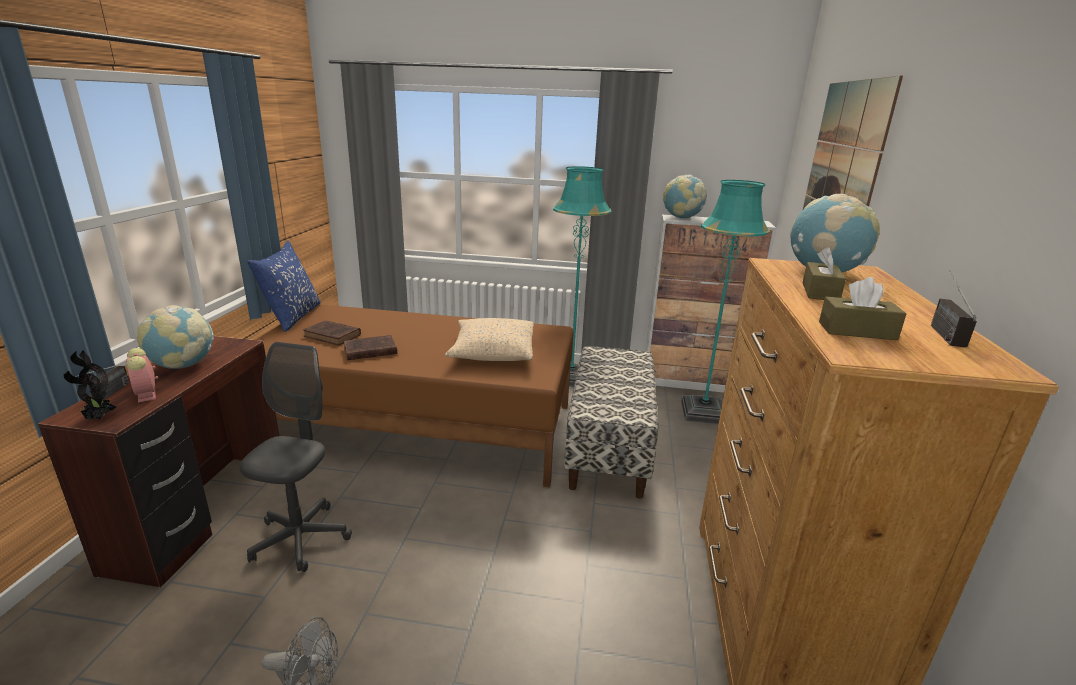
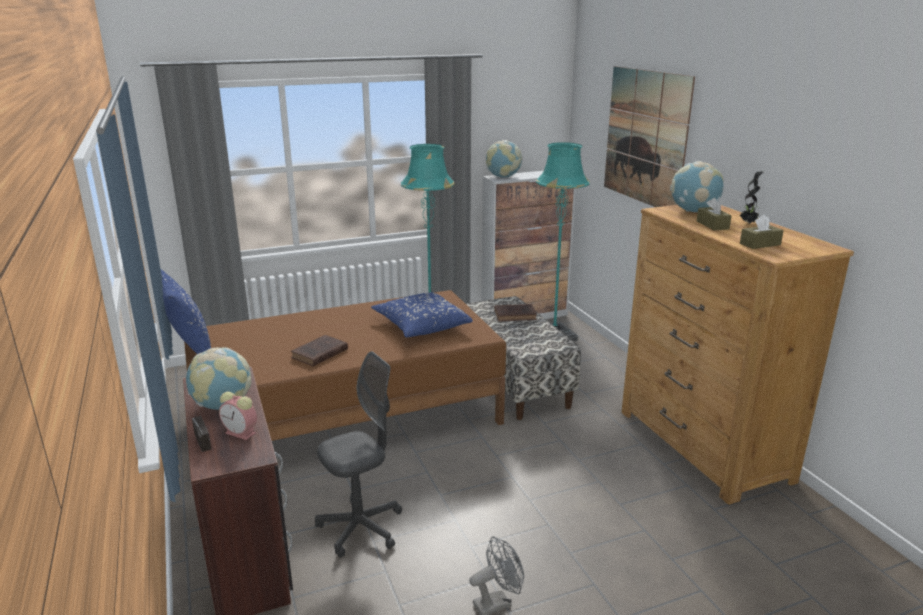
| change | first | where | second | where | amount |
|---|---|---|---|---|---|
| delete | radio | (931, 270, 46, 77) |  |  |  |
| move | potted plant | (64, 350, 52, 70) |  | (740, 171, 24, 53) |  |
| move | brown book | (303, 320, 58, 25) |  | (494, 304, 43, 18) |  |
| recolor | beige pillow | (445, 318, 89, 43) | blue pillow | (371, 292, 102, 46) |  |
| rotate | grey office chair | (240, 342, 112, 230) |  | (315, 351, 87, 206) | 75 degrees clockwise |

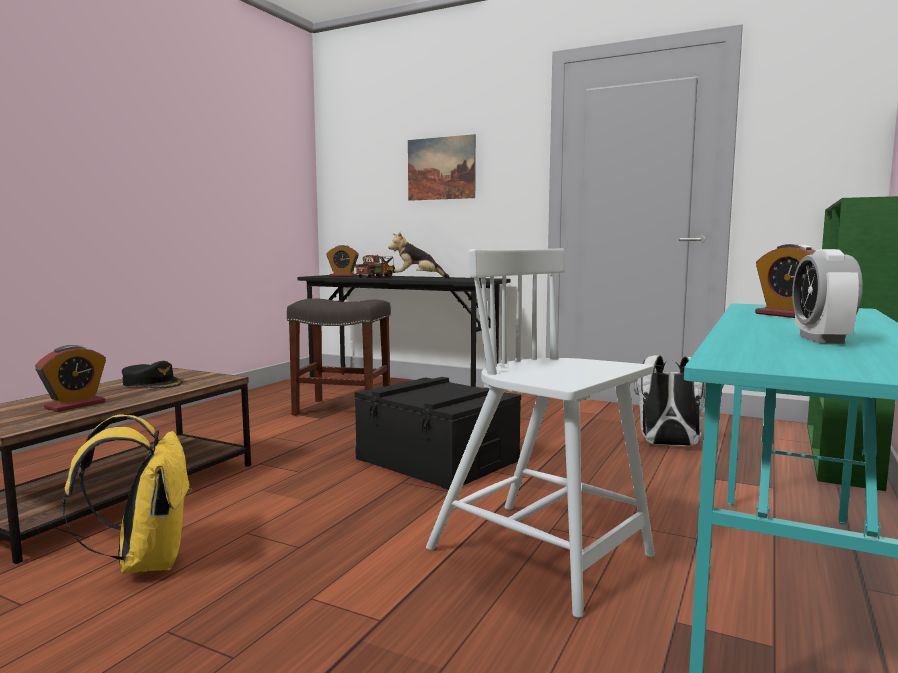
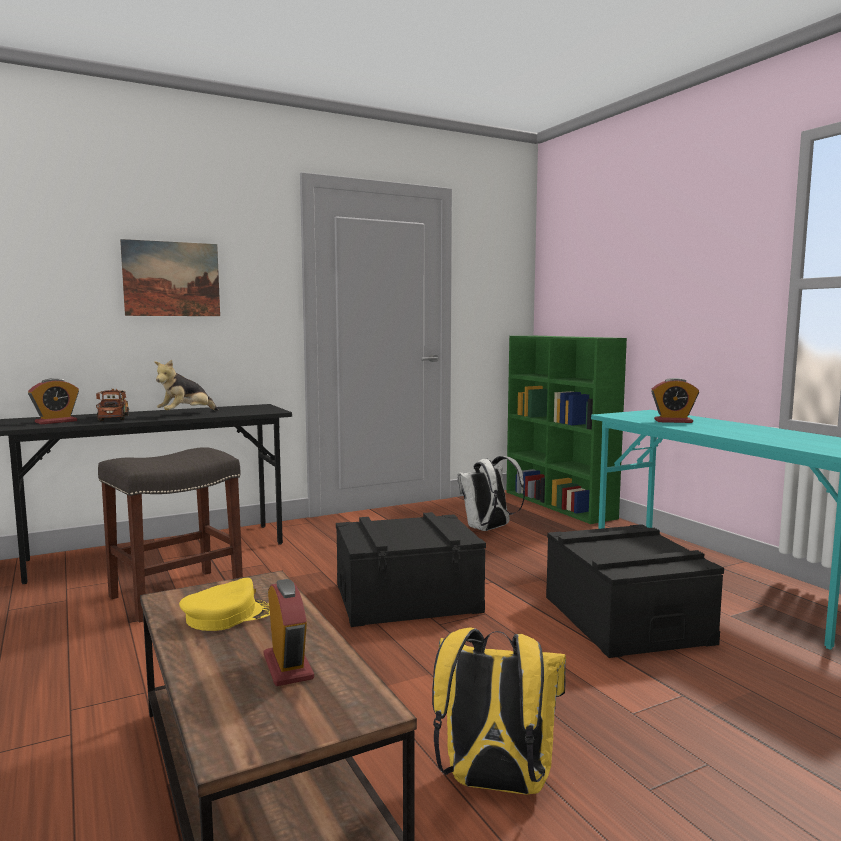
| change | first | where | second | where | amount |
|---|---|---|---|---|---|
| delete | alarm clock | (792, 249, 71, 95) |  |  |  |
| replace | white chair | (426, 249, 229, 369) | black storage box | (546, 524, 178, 134) |  |
| recolor | black cap | (122, 361, 61, 27) | yellow cap | (179, 578, 91, 53) |  |

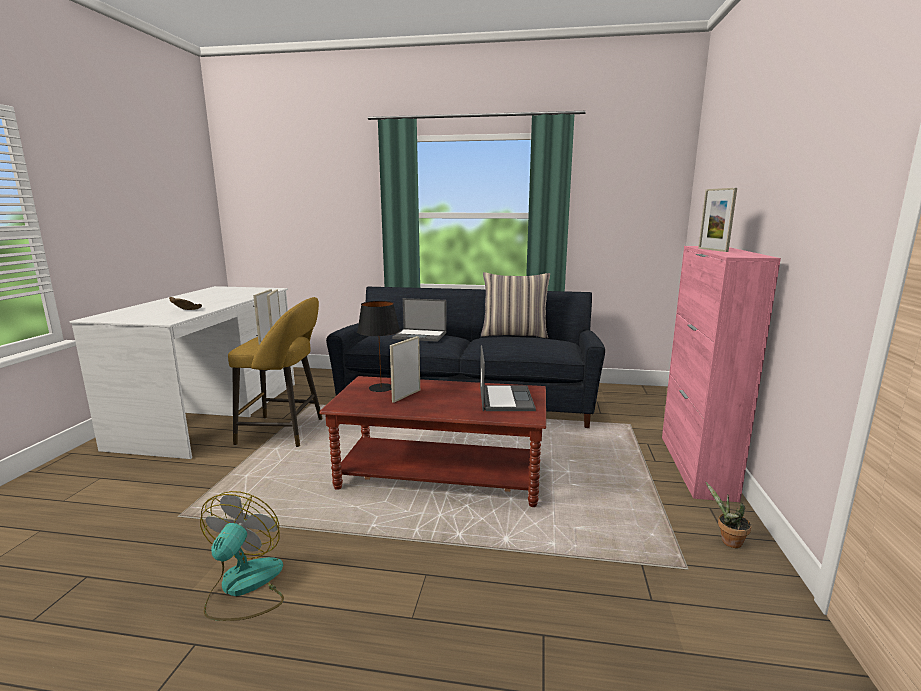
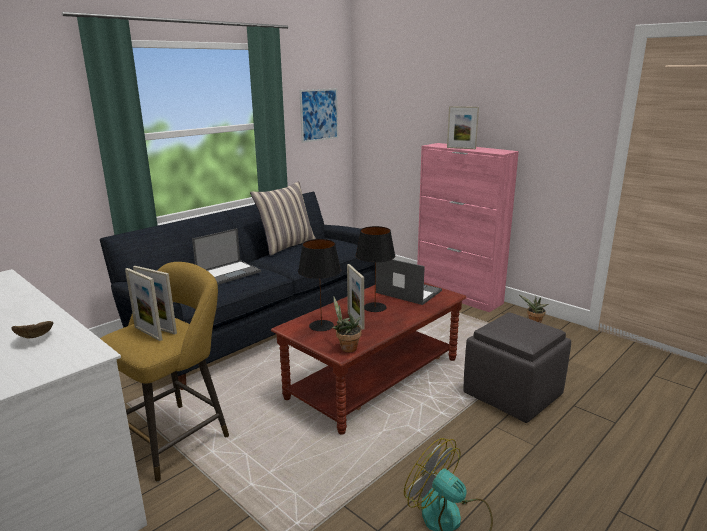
| change | first | where | second | where | amount |
|---|---|---|---|---|---|
| insert |  |  | picture | (299, 88, 39, 55) |  |
| insert |  |  | potted plant | (332, 296, 30, 56) |  |
| insert |  |  | black table lamp | (355, 226, 40, 86) |  |
| insert |  |  | grey ottoman | (463, 312, 108, 111) |  |

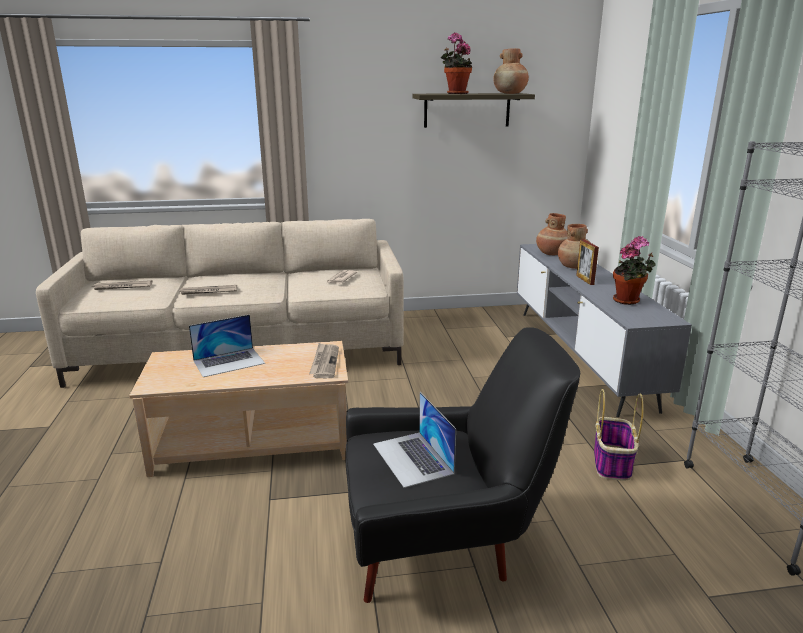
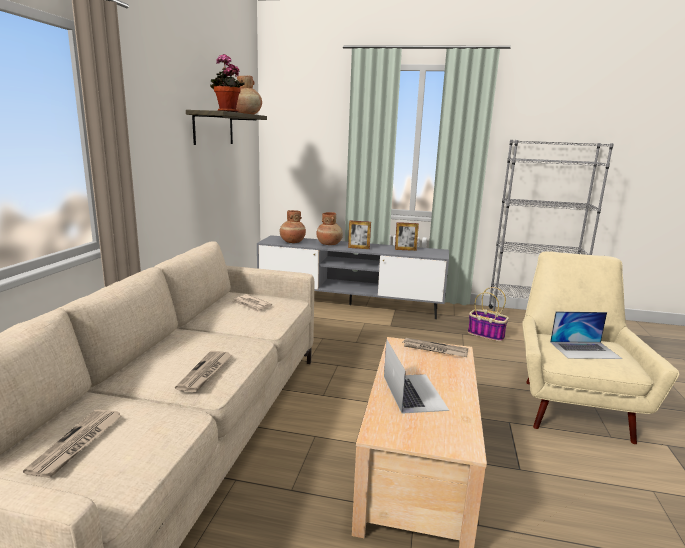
| change | first | where | second | where | amount |
|---|---|---|---|---|---|
| replace | potted plant | (613, 236, 43, 69) | picture frame | (395, 222, 24, 29) |  |
| recolor | black armchair | (345, 327, 235, 276) | beige armchair | (522, 251, 158, 193) |  |

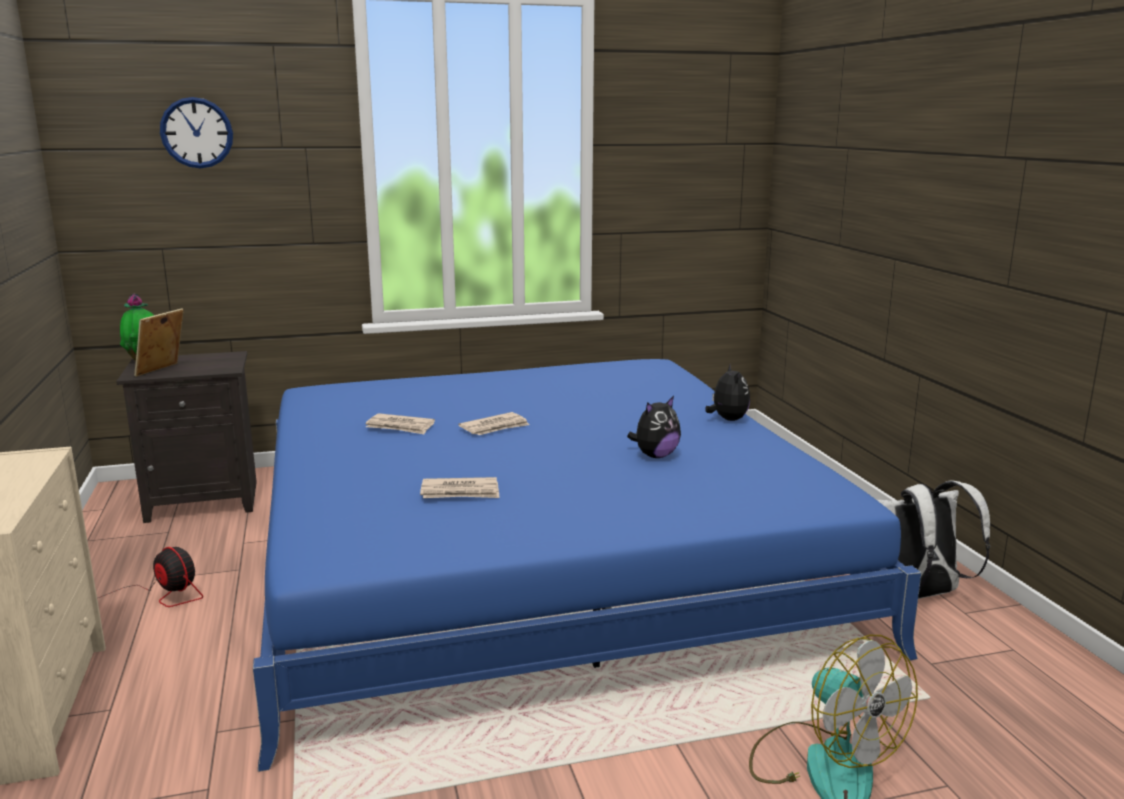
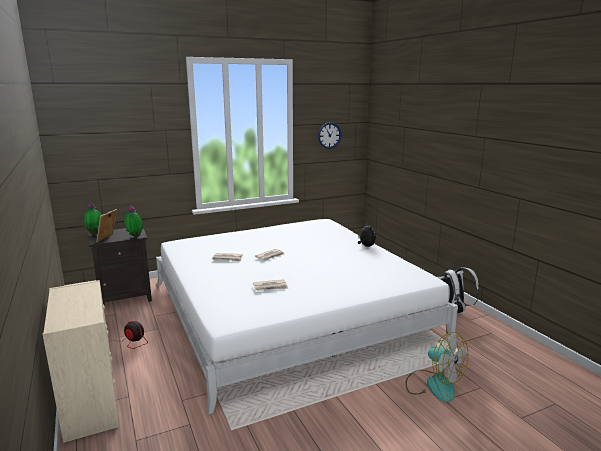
| change | first | where | second | where | amount |
|---|---|---|---|---|---|
| delete | plush toy | (627, 396, 54, 62) |  |  |  |
| insert |  |  | potted plant | (124, 206, 19, 31) |  |
| move | wall clock | (160, 97, 73, 71) |  | (318, 122, 23, 27) |  |
| recolor | blue bed | (253, 359, 668, 413) | white bed | (156, 219, 302, 196) |  |

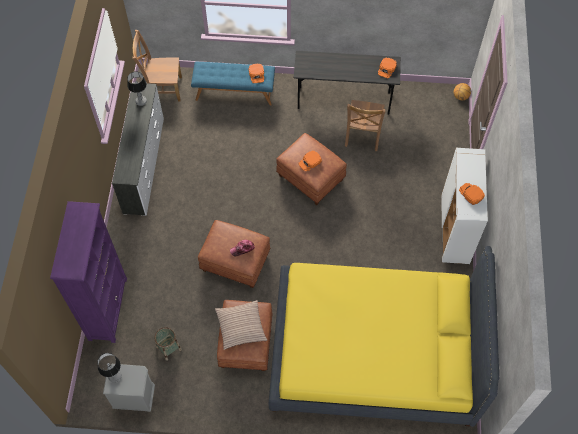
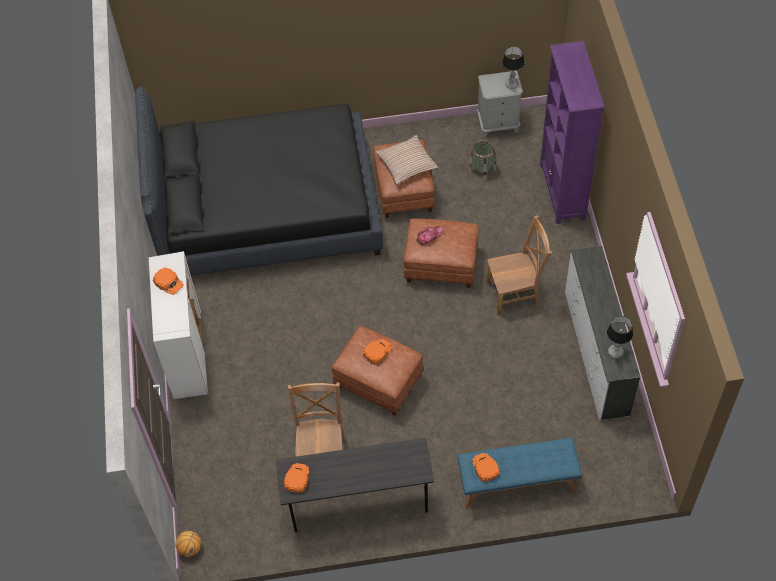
| change | first | where | second | where | amount |
|---|---|---|---|---|---|
| move | brown chair | (132, 30, 50, 71) |  | (487, 215, 65, 100) |  |
| recolor | yellow bed | (269, 246, 230, 181) | black bed | (135, 86, 248, 190) |  |

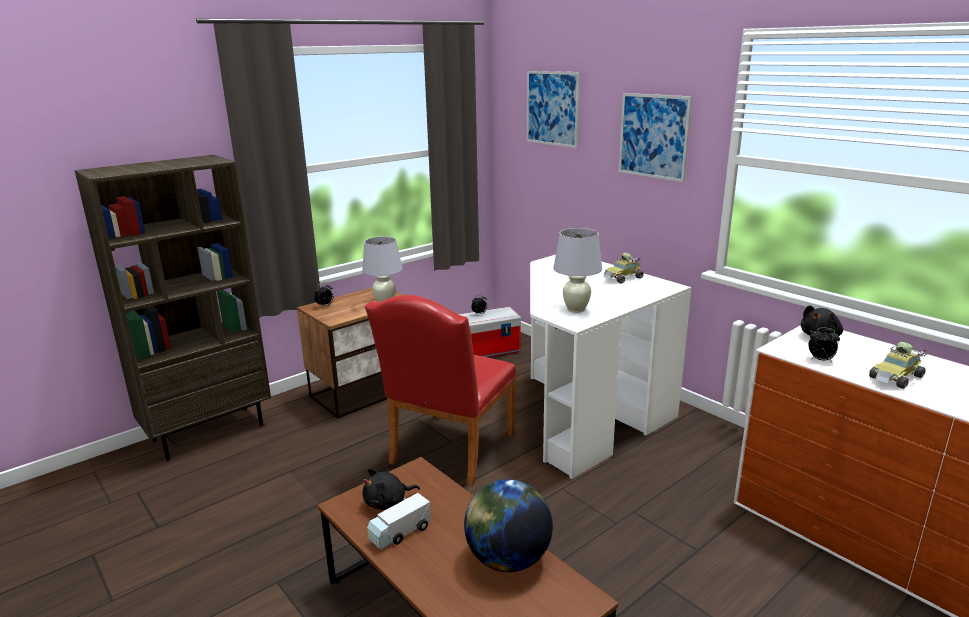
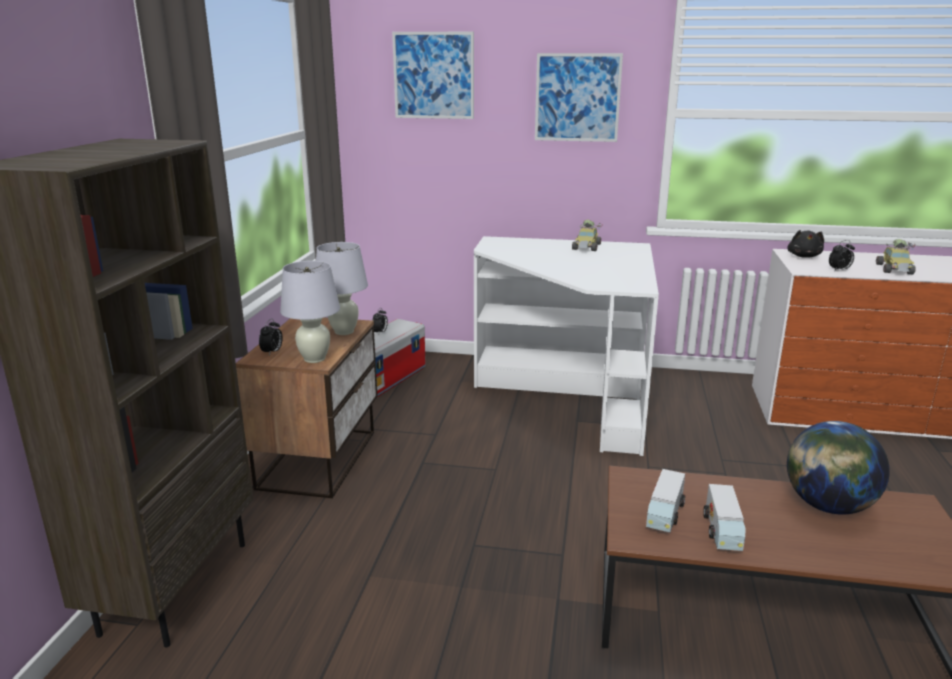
| change | first | where | second | where | amount |
|---|---|---|---|---|---|
| delete | red chair | (365, 295, 152, 192) |  |  |  |
| move | white table lamp | (553, 228, 49, 85) |  | (280, 261, 60, 102) |  |
| replace | black plush toy | (363, 468, 57, 42) | toy truck | (646, 469, 39, 64) |  |

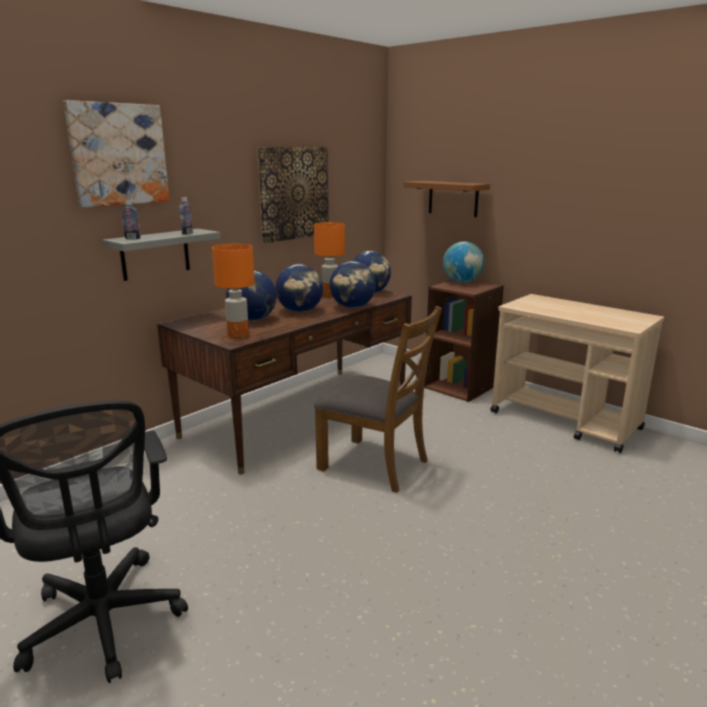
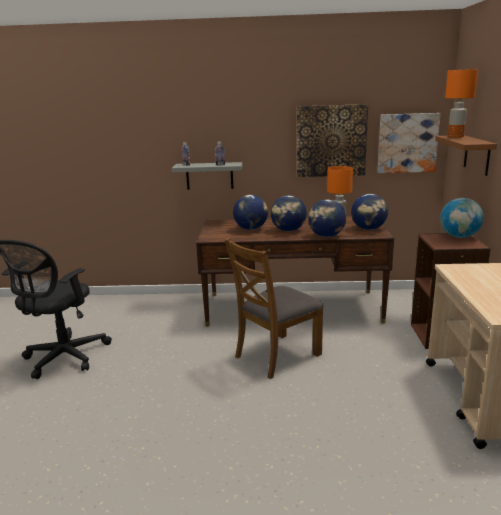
| change | first | where | second | where | amount |
|---|---|---|---|---|---|
| move | picture | (63, 100, 107, 107) |  | (377, 113, 64, 60) |  |
| move | orange table lamp | (212, 244, 43, 94) |  | (445, 69, 33, 69) |  |
| rotate | brown chair | (314, 306, 128, 187) |  | (225, 238, 99, 141) | 60 degrees clockwise |

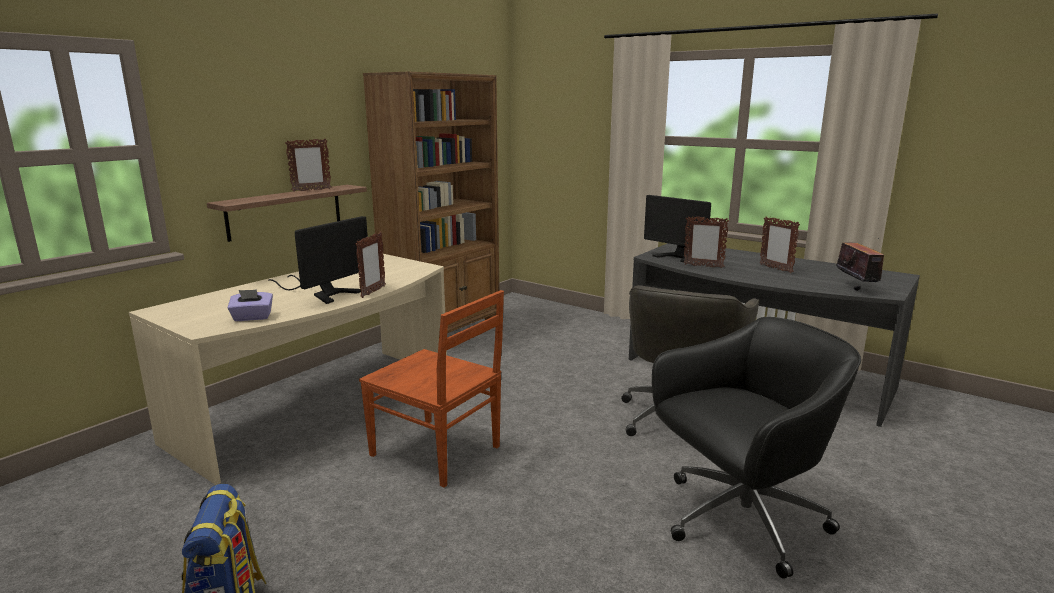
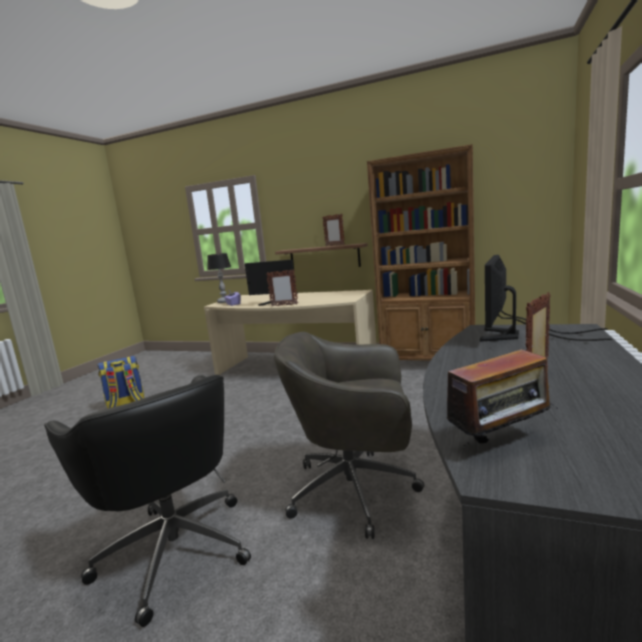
| change | first | where | second | where | amount |
|---|---|---|---|---|---|
| delete | brown chair | (359, 290, 145, 198) |  |  |  |
| delete | picture frame | (683, 216, 46, 52) |  |  |  |
| insert |  |  | table lamp | (207, 253, 24, 50) |  |

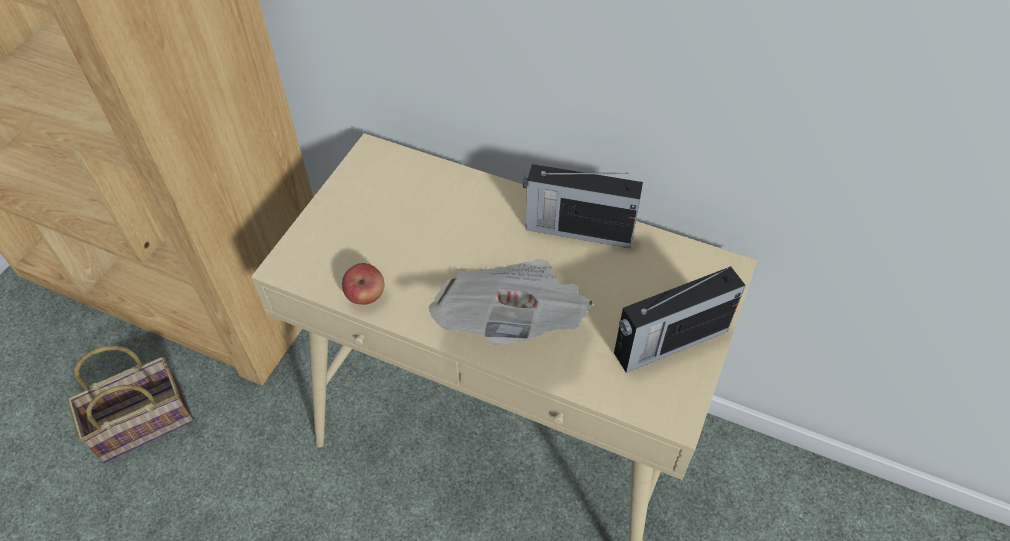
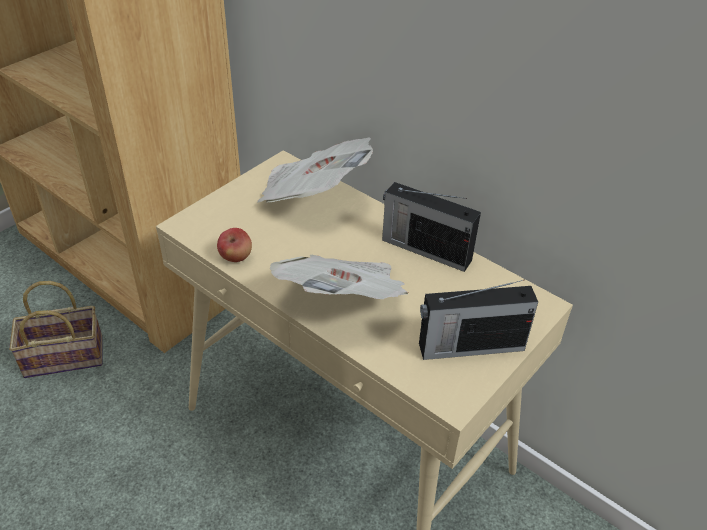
| change | first | where | second | where | amount |
|---|---|---|---|---|---|
| insert |  |  | newspaper | (258, 138, 115, 65) |  |

